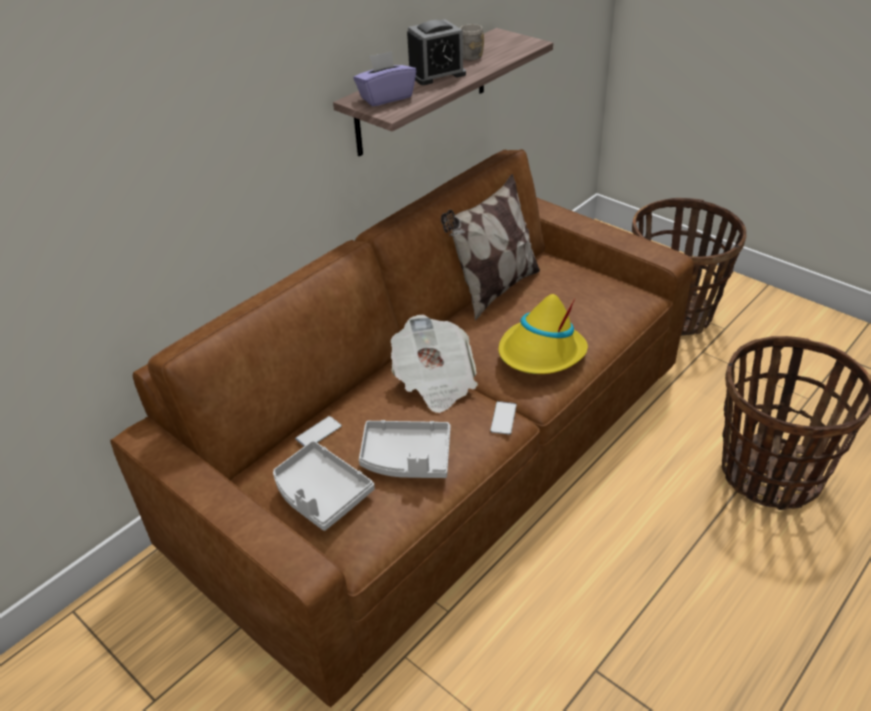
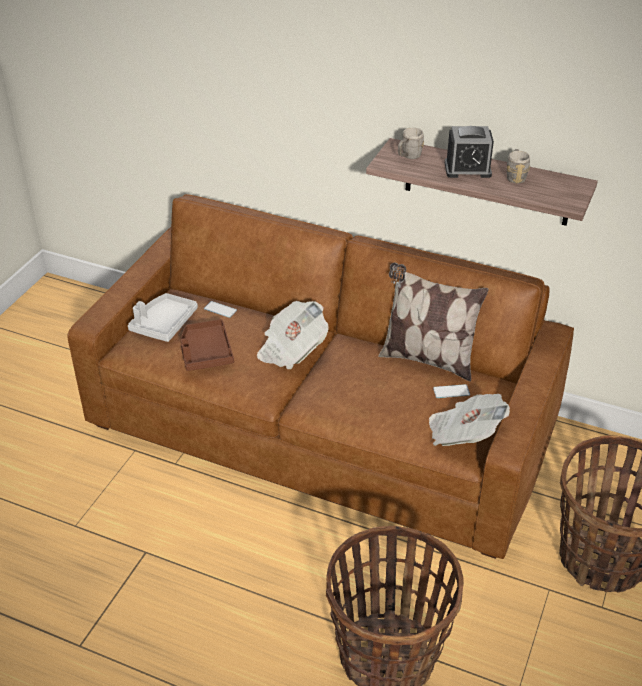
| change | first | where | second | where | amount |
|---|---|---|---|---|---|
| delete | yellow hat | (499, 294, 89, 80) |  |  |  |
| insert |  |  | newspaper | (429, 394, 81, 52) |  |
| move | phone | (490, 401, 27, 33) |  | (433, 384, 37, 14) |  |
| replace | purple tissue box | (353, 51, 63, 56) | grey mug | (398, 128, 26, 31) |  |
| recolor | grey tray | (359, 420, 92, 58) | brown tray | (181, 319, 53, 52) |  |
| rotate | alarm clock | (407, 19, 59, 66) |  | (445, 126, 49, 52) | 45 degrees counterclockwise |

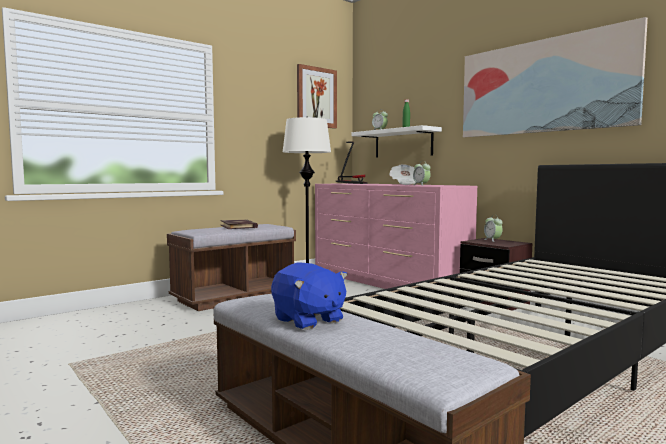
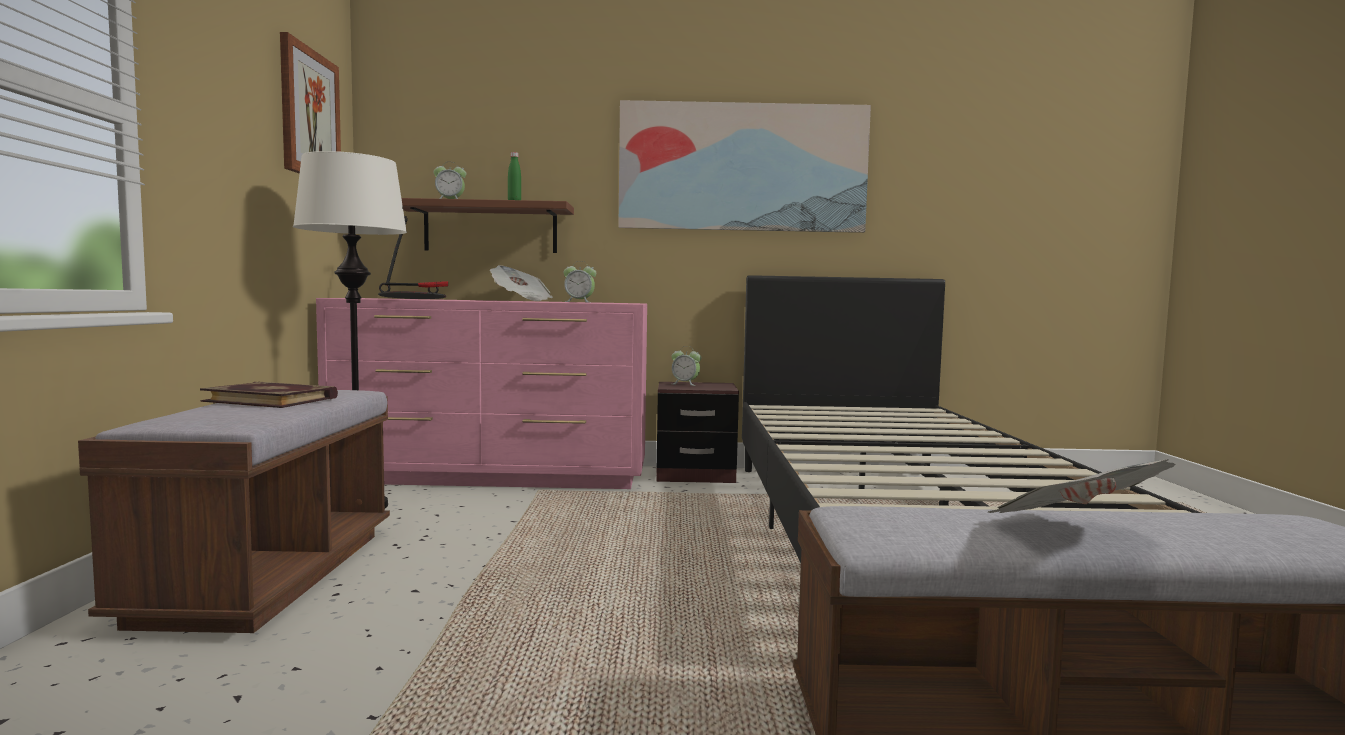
| change | first | where | second | where | amount |
|---|---|---|---|---|---|
| replace | blue plush toy | (271, 263, 77, 67) | newspaper | (988, 459, 188, 54) |  |
| recolor | white shelf | (351, 125, 91, 33) | brown shelf | (401, 198, 173, 55) |  |

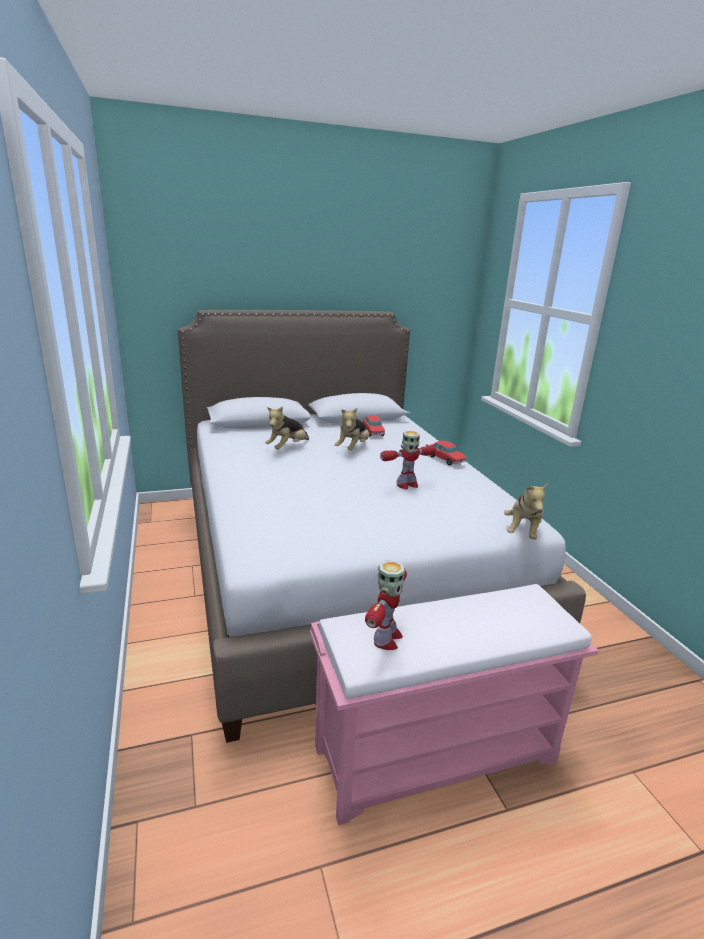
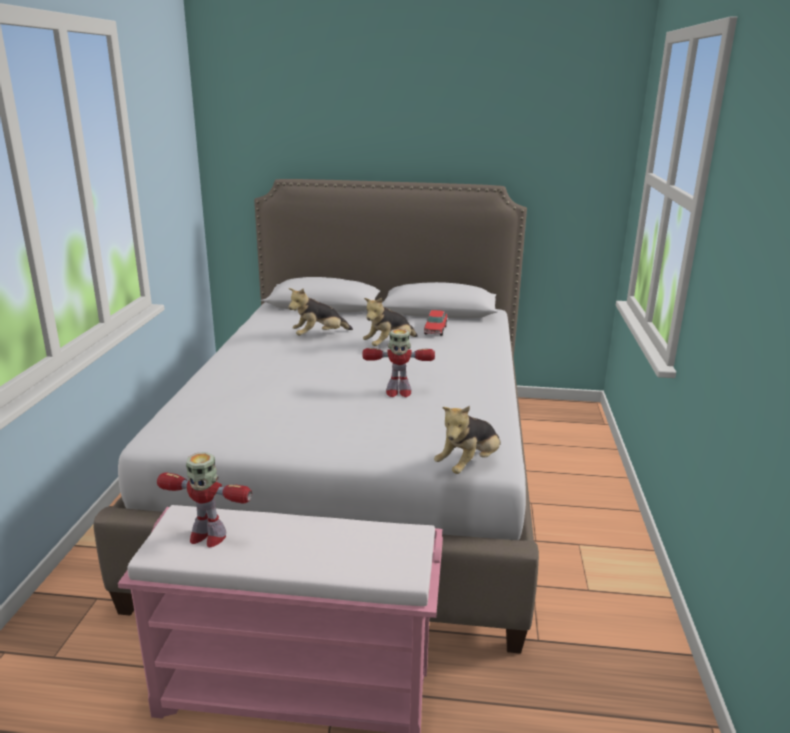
| change | first | where | second | where | amount |
|---|---|---|---|---|---|
| delete | toy car | (426, 441, 40, 24) |  |  |  |
| rotate | toy robot | (365, 561, 42, 89) |  | (157, 452, 95, 95) | 60 degrees clockwise |

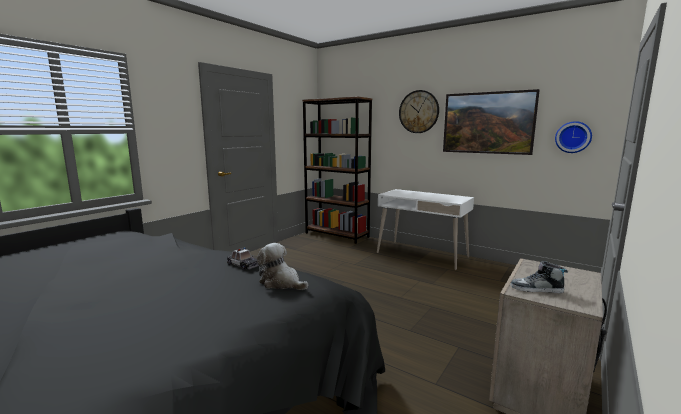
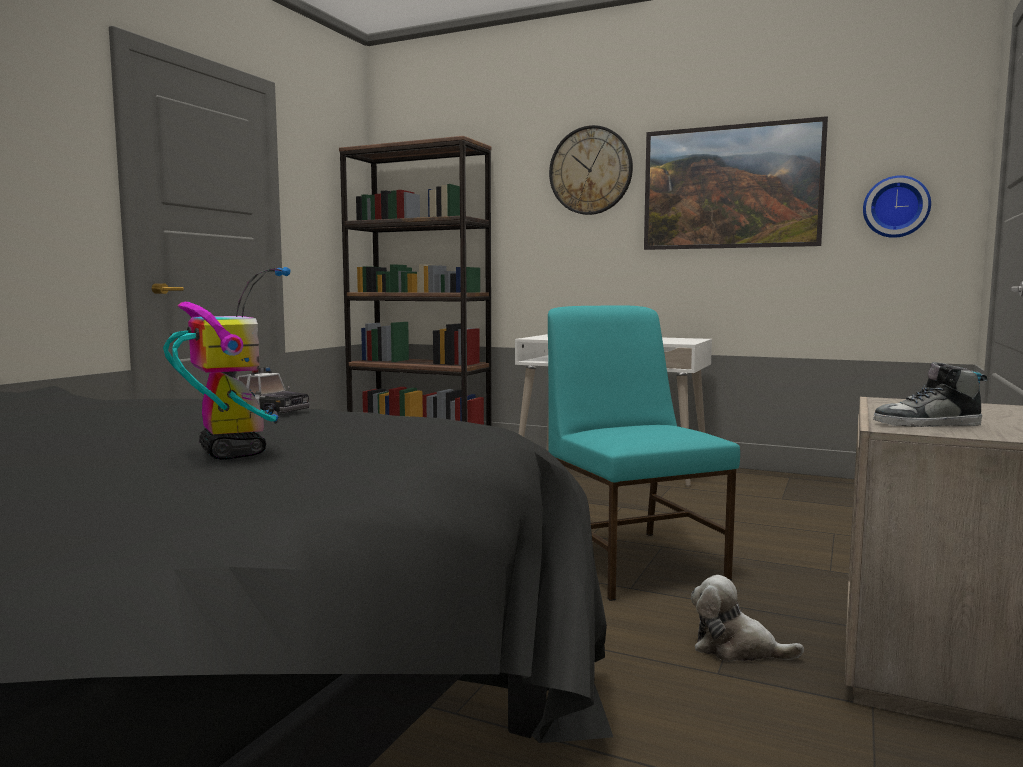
| change | first | where | second | where | amount |
|---|---|---|---|---|---|
| insert |  |  | toy robot | (163, 267, 128, 193) |  |
| insert |  |  | turquoise chair | (548, 306, 192, 295) |  |
| move | plush toy | (257, 243, 52, 47) |  | (691, 575, 113, 87) |  |

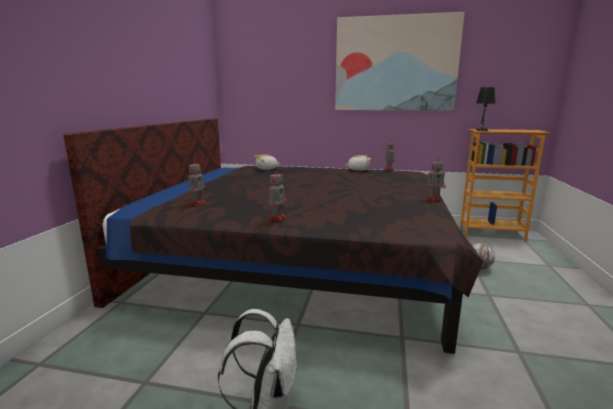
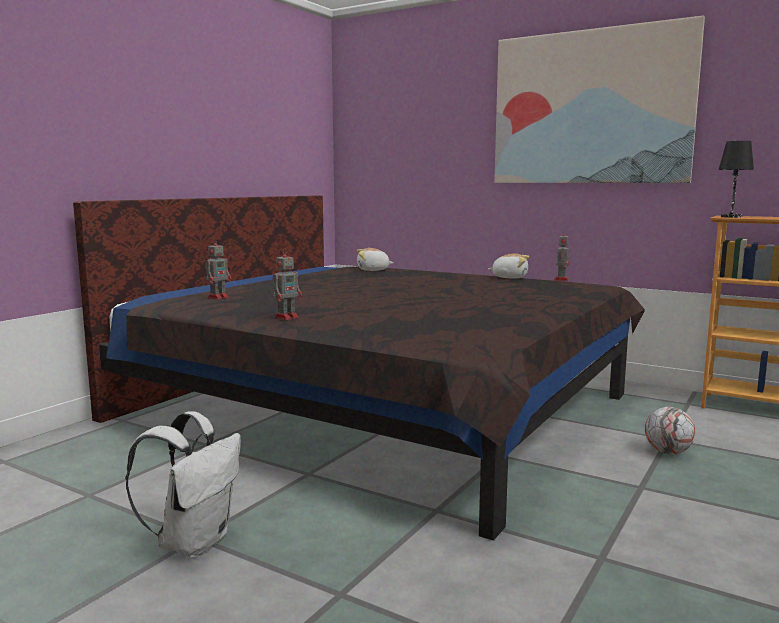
| change | first | where | second | where | amount |
|---|---|---|---|---|---|
| delete | toy robot | (427, 157, 19, 44) |  |  |  |

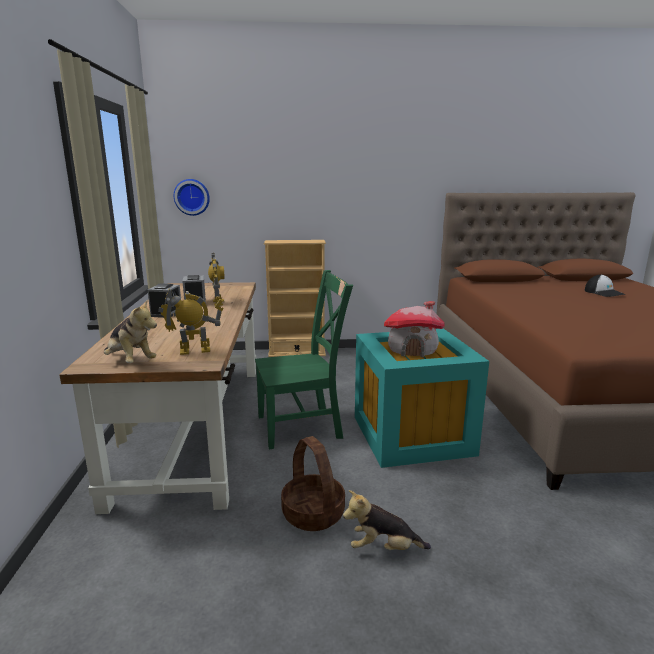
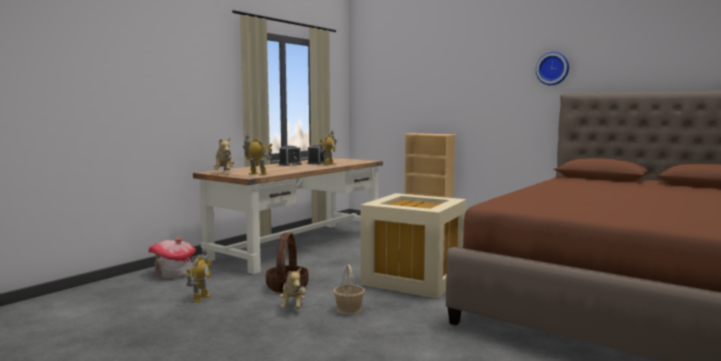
| change | first | where | second | where | amount |
|---|---|---|---|---|---|
| delete | green chair | (255, 270, 98, 179) |  |  |  |
| delete | cap | (585, 274, 41, 23) |  |  |  |
| insert |  |  | toy robot | (186, 249, 26, 53) |  |
| insert |  |  | basket | (334, 264, 31, 51) |  |
| move | wall clock | (174, 179, 36, 37) |  | (536, 52, 33, 33) |  |
| move | toy house | (384, 301, 60, 56) |  | (148, 238, 48, 41) |  |
| recolor | turquoise storage box | (355, 328, 134, 140) | beige storage box | (361, 193, 105, 106) |  |
| rotate | plush toy | (343, 490, 88, 60) |  | (279, 268, 27, 41) | 135 degrees counterclockwise |

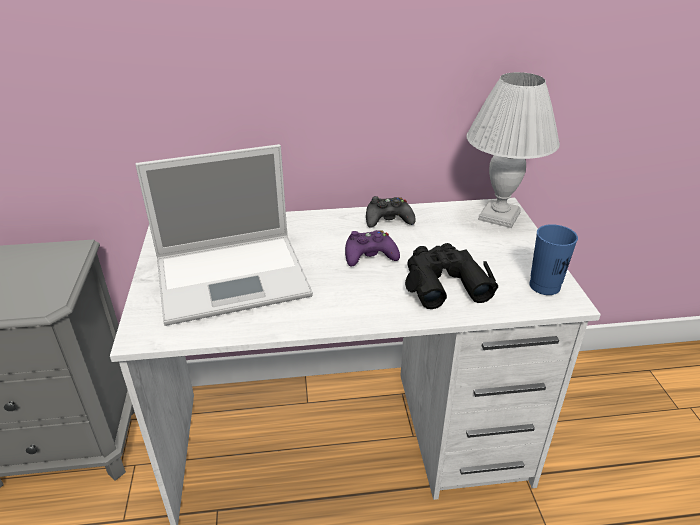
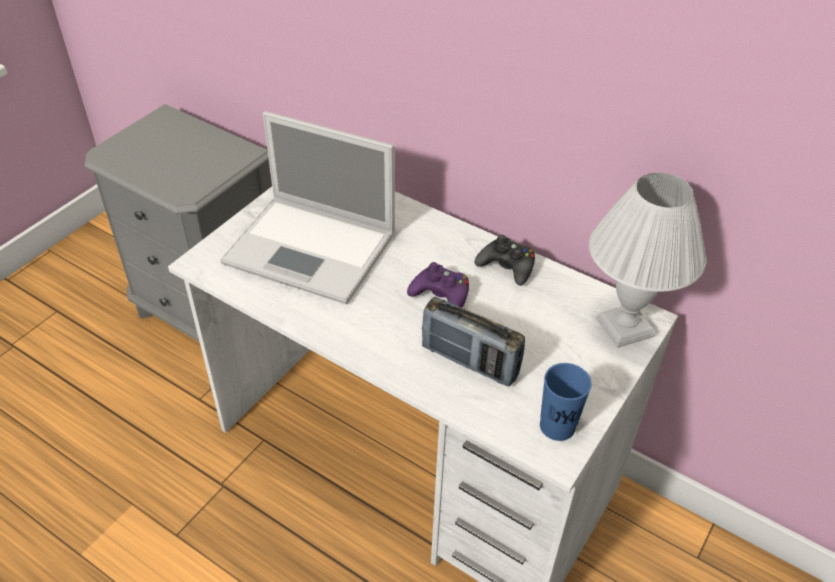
| change | first | where | second | where | amount |
|---|---|---|---|---|---|
| replace | black binoculars | (405, 243, 93, 66) | radio | (422, 297, 103, 90) |  |

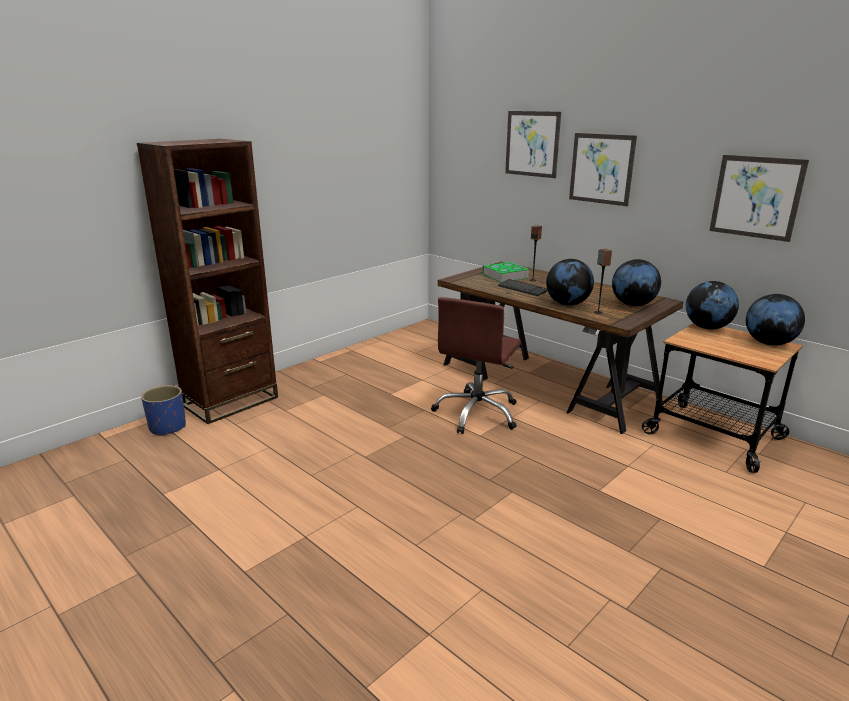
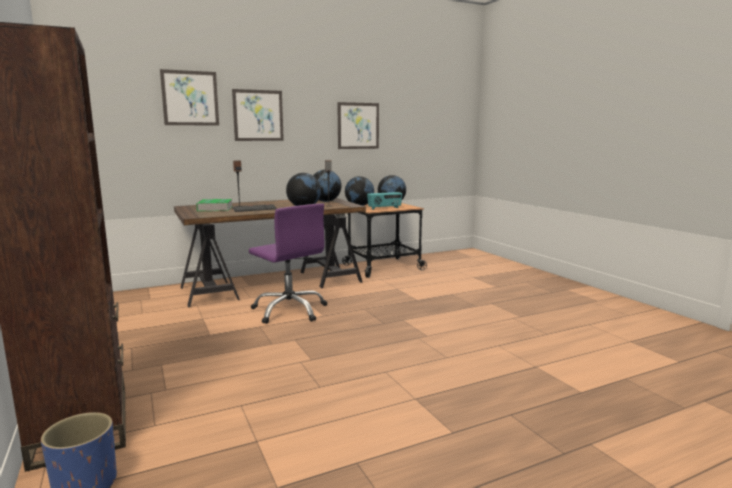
| change | first | where | second | where | amount |
|---|---|---|---|---|---|
| insert |  |  | radio | (367, 192, 35, 18) |  |
| recolor | brown office chair | (431, 297, 90, 137) | purple office chair | (249, 203, 78, 121) |  |

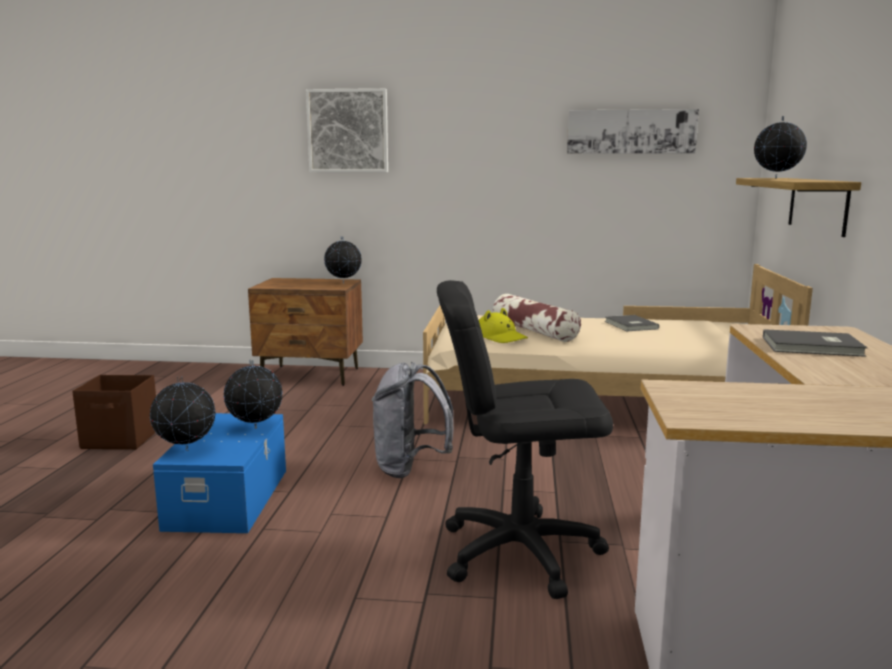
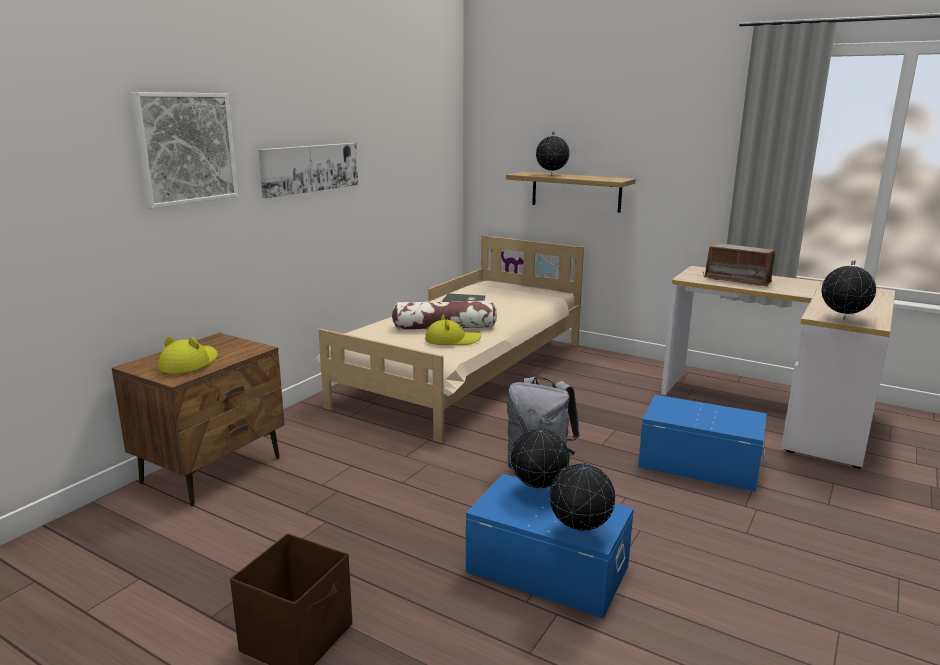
| change | first | where | second | where | amount |
|---|---|---|---|---|---|
| insert |  |  | yellow hat | (158, 336, 60, 38) |  |
| move | globe | (324, 236, 38, 47) |  | (822, 260, 54, 60) |  |
| move | picture | (567, 109, 132, 45) |  | (258, 143, 100, 55) |  |
| replace | black office chair | (437, 280, 176, 319) | blue storage box | (638, 395, 129, 97) |  |
| replace | grey book | (763, 329, 104, 28) | radio | (703, 243, 76, 44) |  |

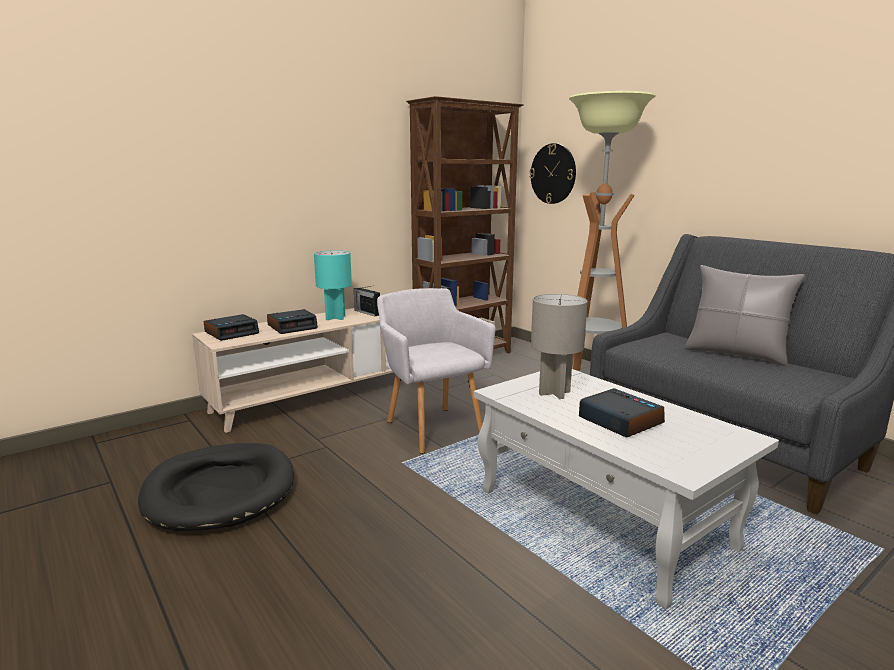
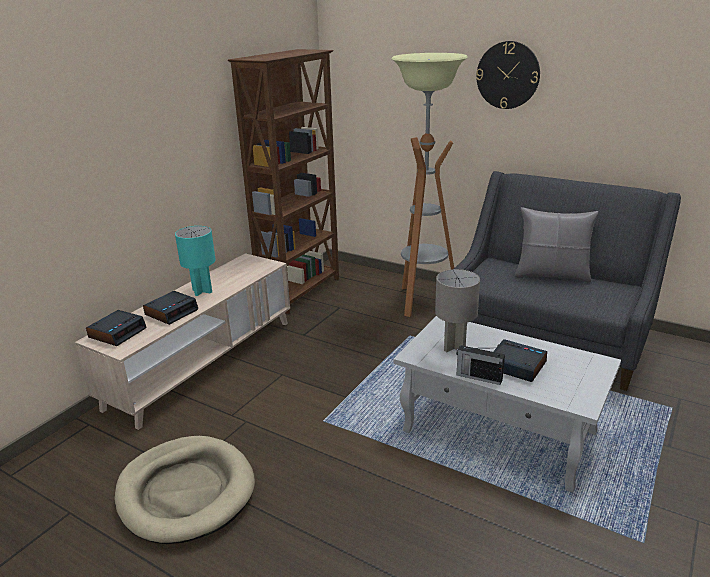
| change | first | where | second | where | amount |
|---|---|---|---|---|---|
| delete | grey armchair | (377, 288, 119, 166) |  |  |  |
| move | radio | (354, 286, 26, 30) |  | (456, 345, 49, 40) |  |
| move | wall clock | (529, 143, 47, 61) |  | (476, 41, 64, 68) |  |
| recolor | black dog bed | (138, 443, 156, 88) | beige dog bed | (114, 436, 141, 108) |  |

